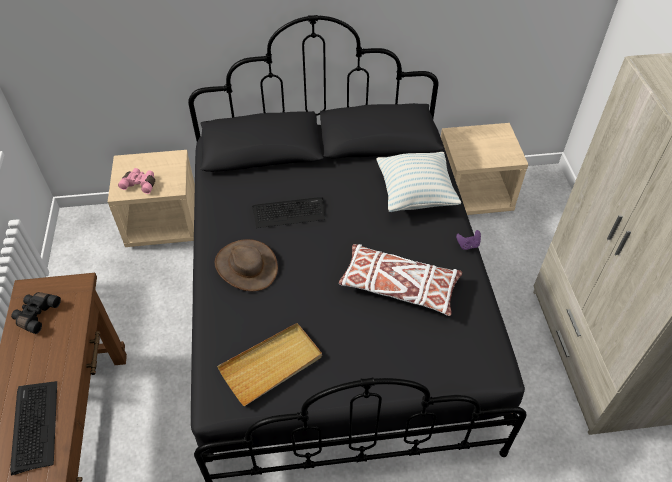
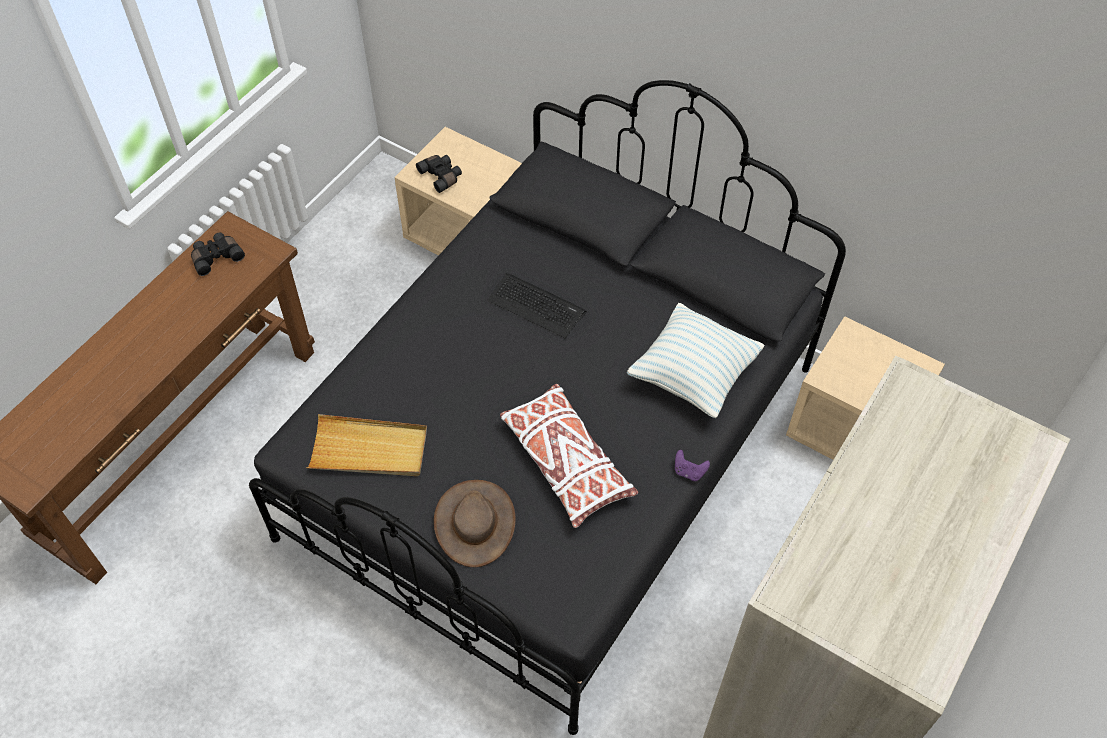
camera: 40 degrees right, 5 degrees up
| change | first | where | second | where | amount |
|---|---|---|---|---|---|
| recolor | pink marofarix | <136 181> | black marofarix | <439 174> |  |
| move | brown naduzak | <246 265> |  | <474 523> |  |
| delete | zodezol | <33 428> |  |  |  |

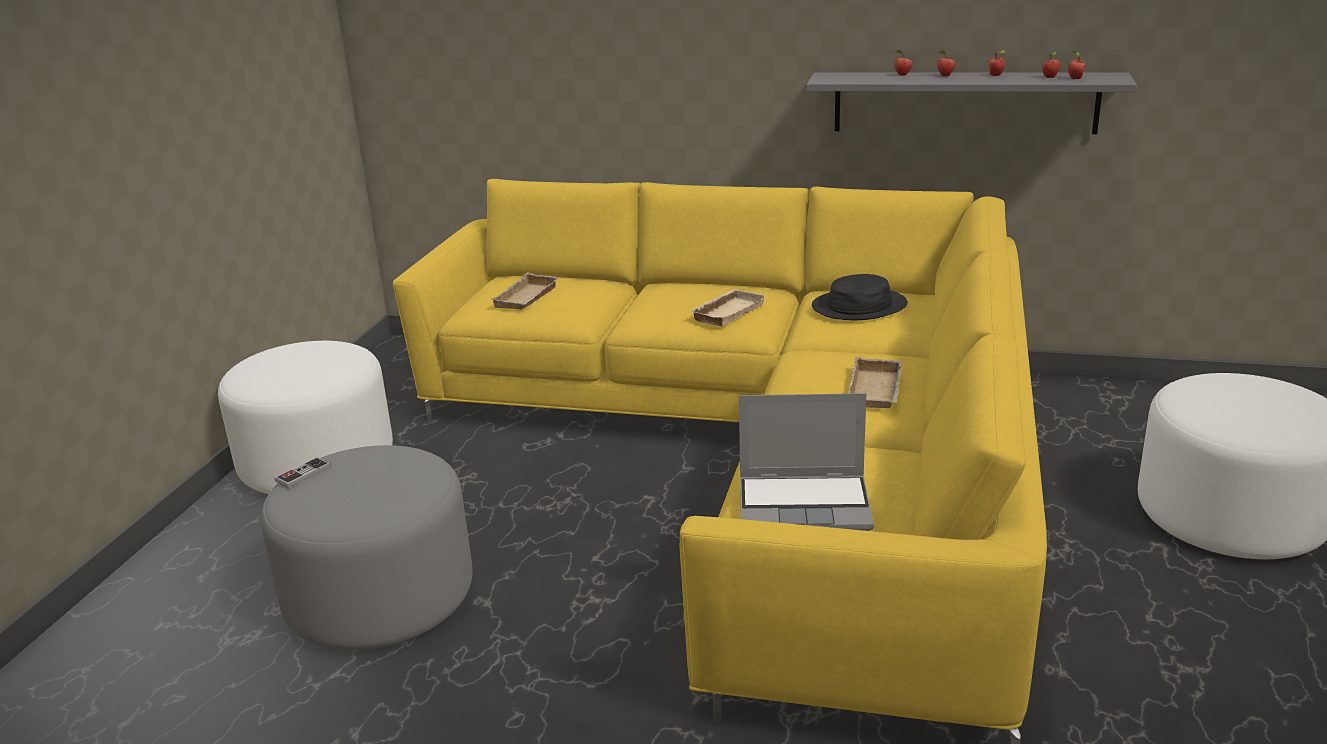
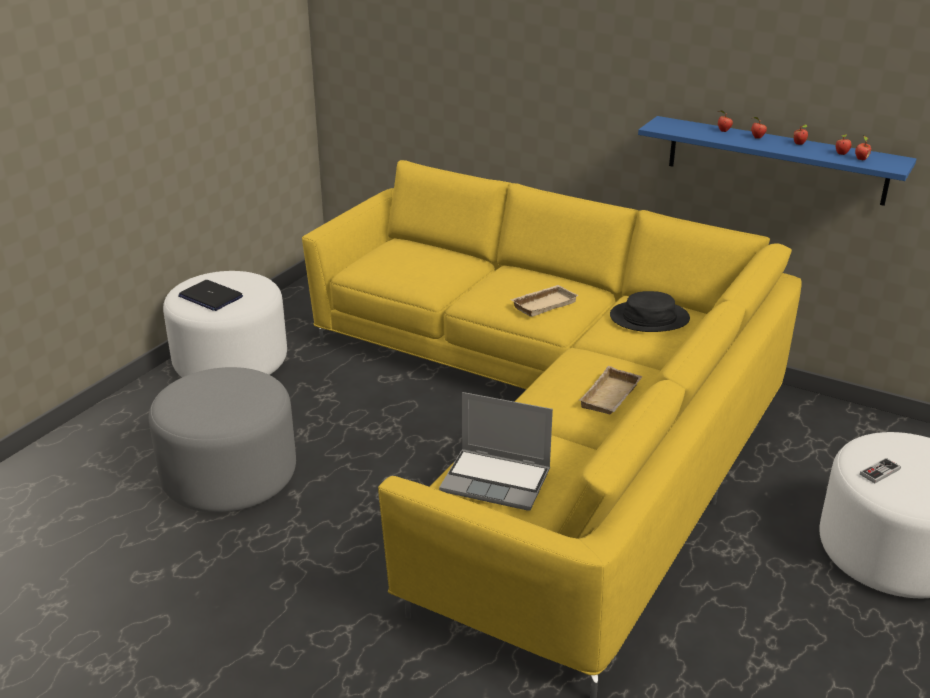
camera: 15 degrees right, 5 degrees up
| change | first | where | second | where | amount |
|---|---|---|---|---|---|
| insert |  |  | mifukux | <210 295> |  |
| recolor | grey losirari | <971 103> | blue losirari | <777 161> |  |
| move | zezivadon | <303 472> |  | <880 470> |  |
| delete | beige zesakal | <524 291> |  |  |  |

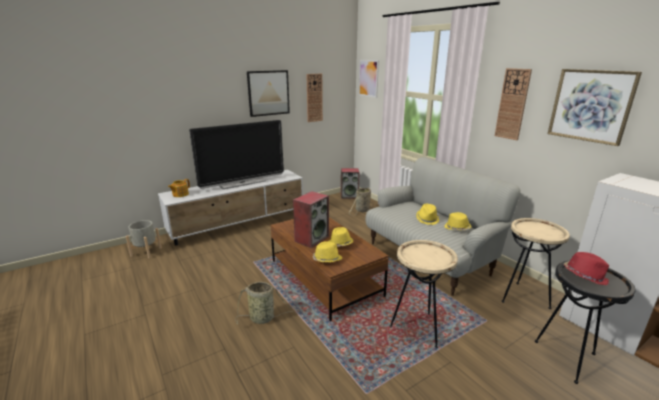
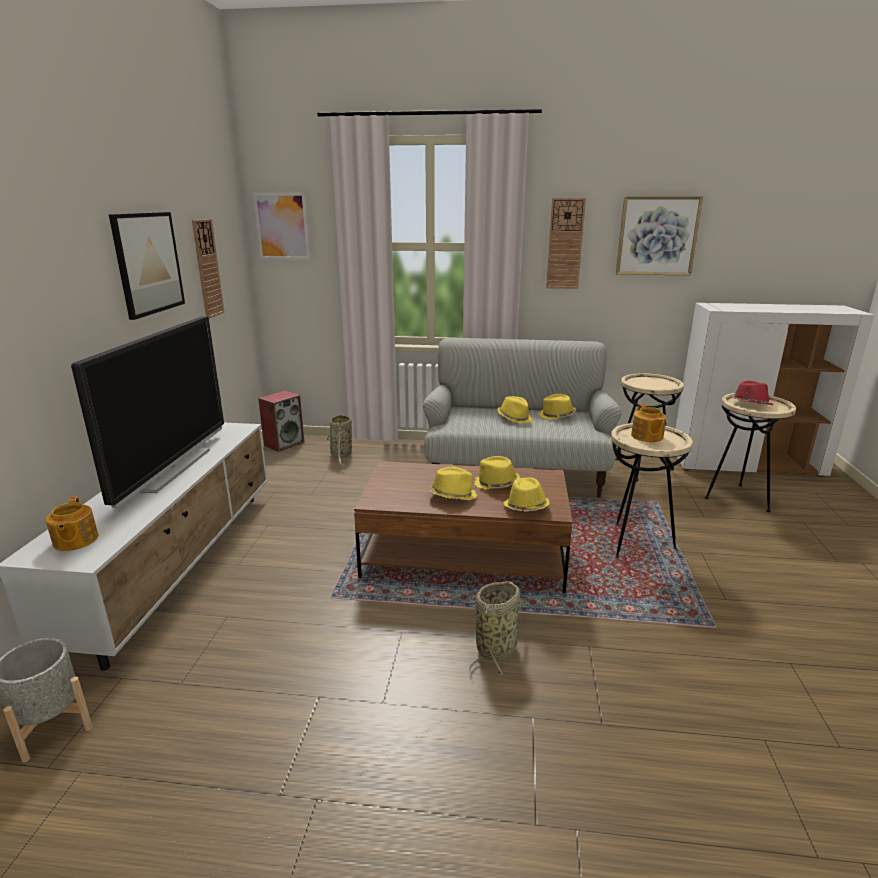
camera: 50 degrees left, 0 degrees up
| change | first | where | second | where | amount |
|---|---|---|---|---|---|
| replace | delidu | <311 219> | yellow naduzak | <452 483> |  |
| insert |  |  | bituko | <648 423> |  |
| recolor | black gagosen | <585 322> | beige gagosen | <750 452> |  |

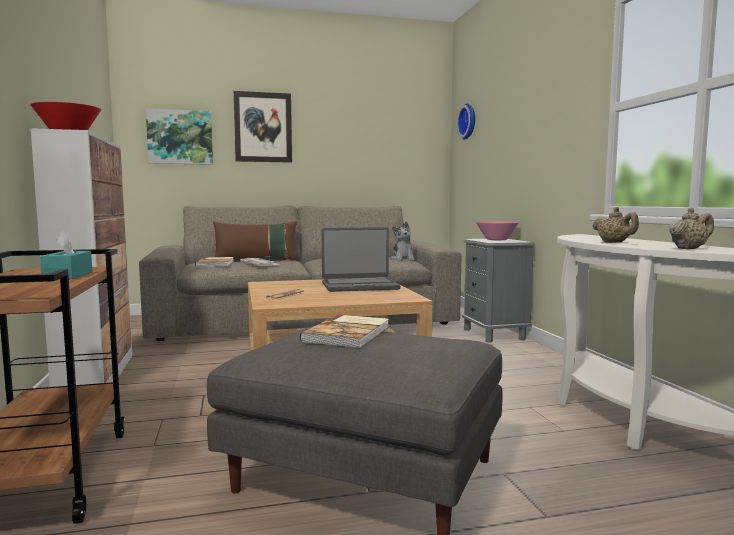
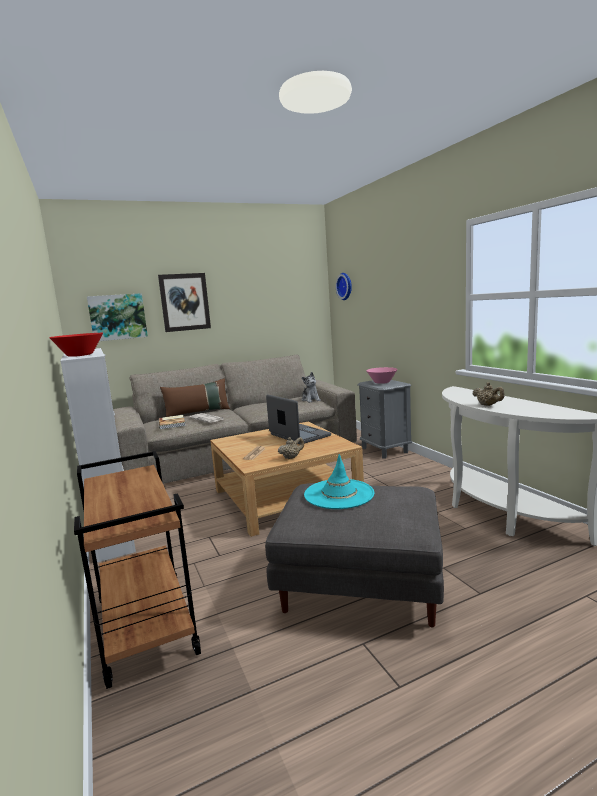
camera: 10 degrees left, 5 degrees up
| change | first | where | second | where | amount |
|---|---|---|---|---|---|
| rotate | mifukux | <361 259> |  | <298 419> | 105 degrees counterclockwise |
| move | beige bituko | <691 228> |  | <291 448> |  |
| replace | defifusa | <344 331> | turquoise naduzak | <339 481> |  |
| delete | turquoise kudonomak | <66 255> |  |  |  |

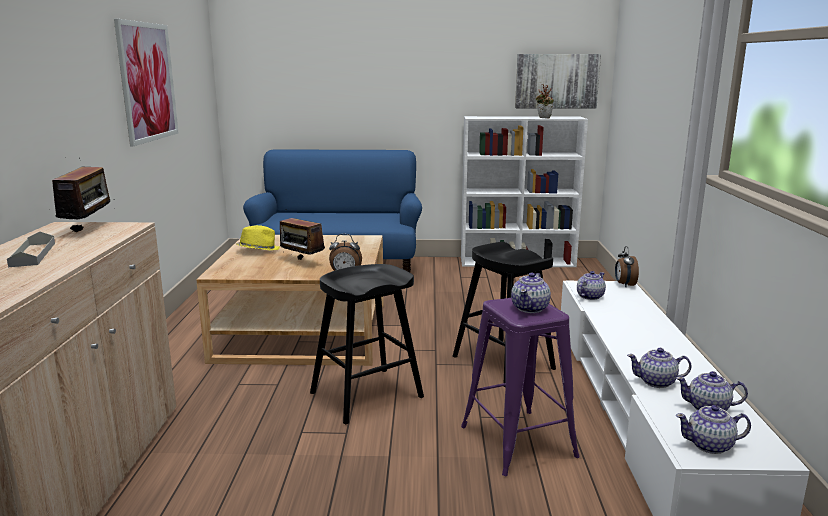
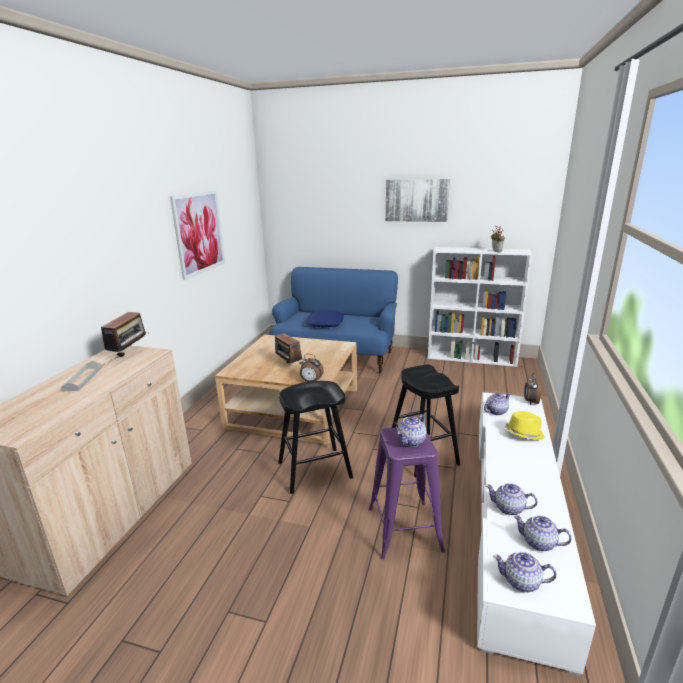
camera: 15 degrees right, 5 degrees up
| change | first | where | second | where | amount |
|---|---|---|---|---|---|
| insert |  |  | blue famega | <325 318> |  |
| move | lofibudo | <558 81> |  | <417 200> |  |
| move | yellow naduzak | <258 238> |  | <525 425> |  |

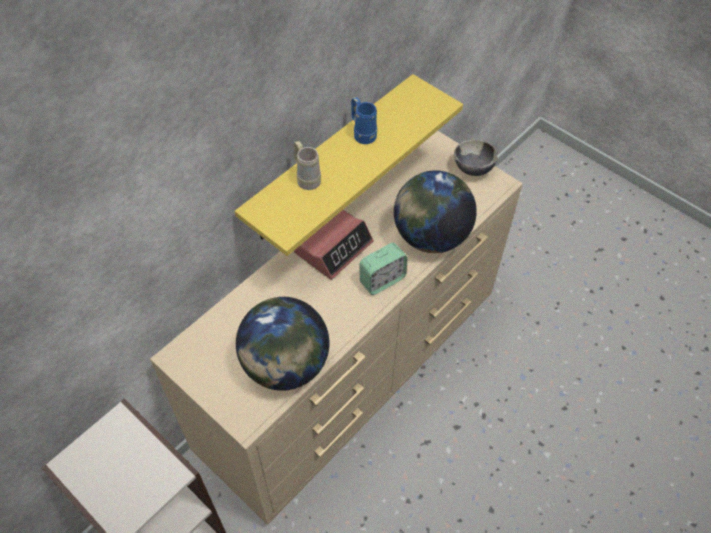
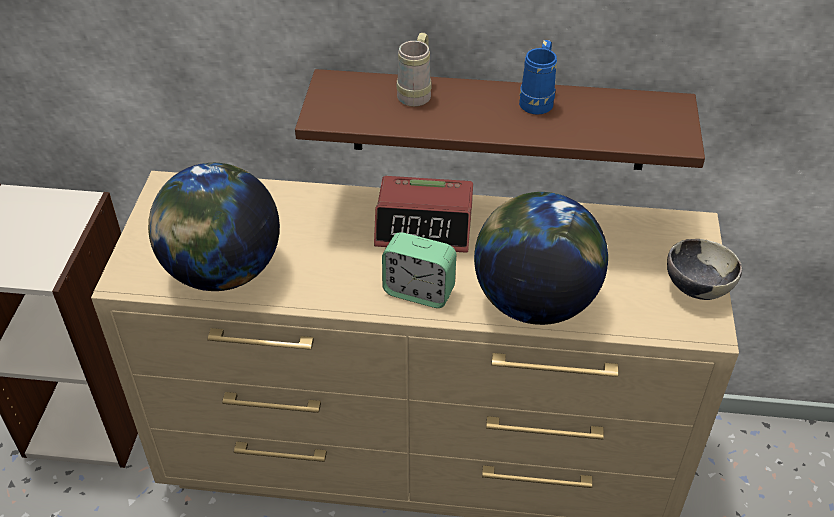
camera: 55 degrees right, 10 degrees down
| change | first | where | second | where | amount |
|---|---|---|---|---|---|
| recolor | yellow losirari | <349 165> | brown losirari | <500 119> |  |

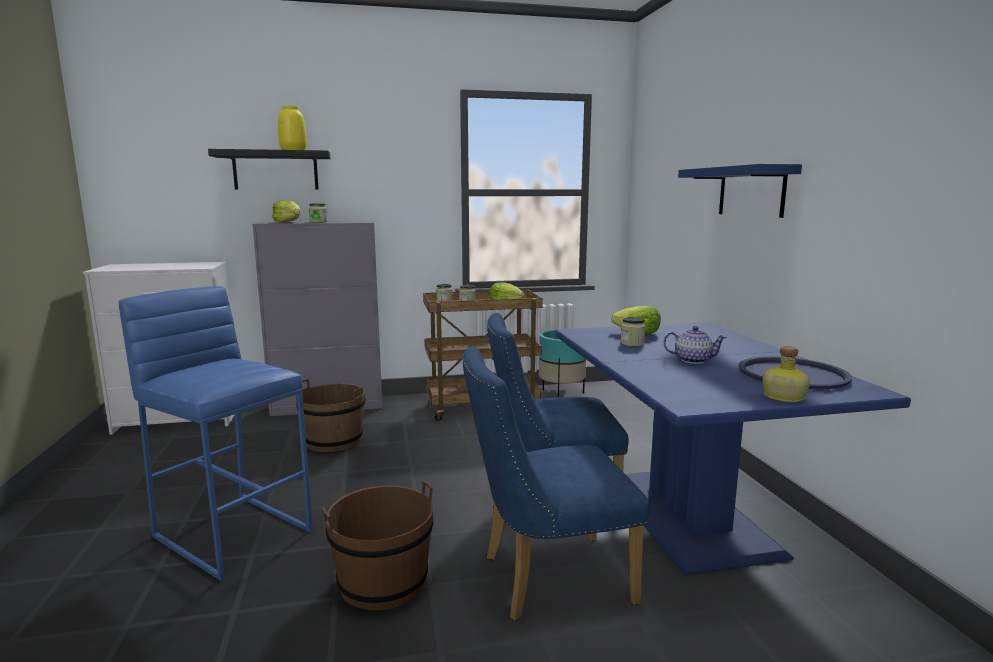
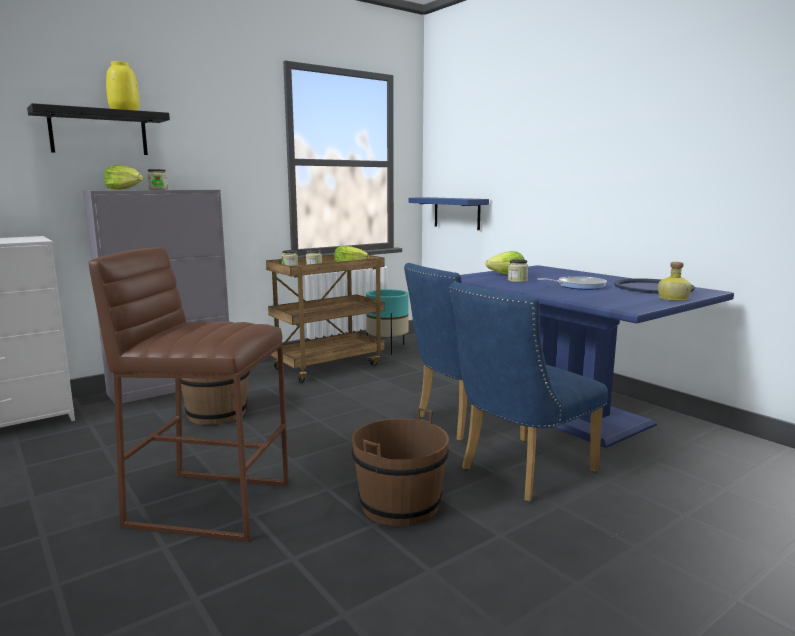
camera: 25 degrees left, 0 degrees up
| change | first | where | second | where | amount |
|---|---|---|---|---|---|
| recolor | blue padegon | <216 433> | brown padegon | <189 394> |  |
| move | blue losirari | <740 191> |  | <449 213> |  |
| replace | bituko | <695 345> | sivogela | <572 283> |  |

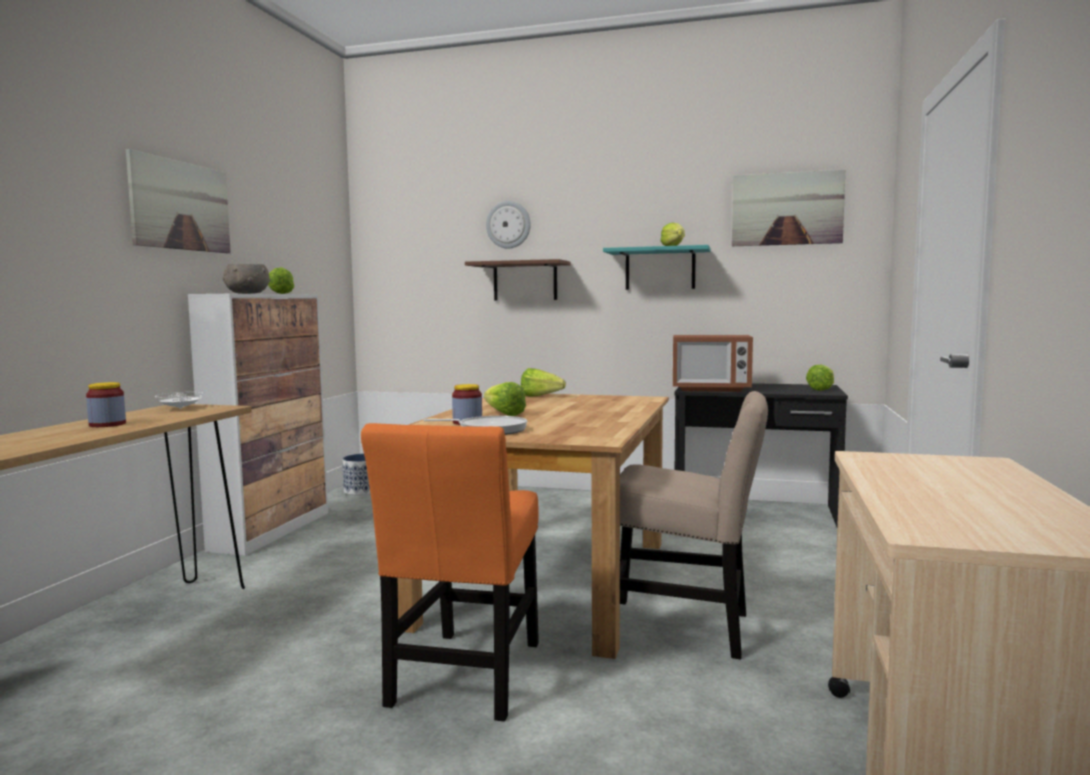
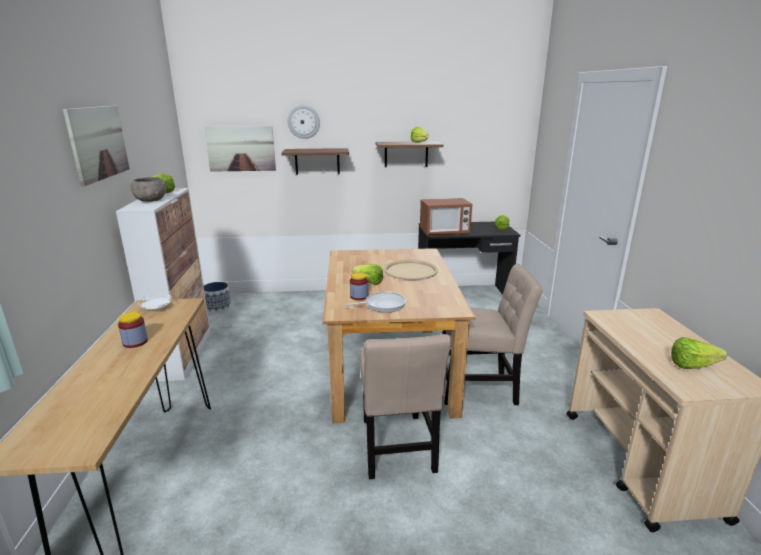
camera: 20 degrees left, 15 degrees up
| change | first | where | second | where | amount |
|---|---|---|---|---|---|
| move | lofibudo | <788 207> |  | <240 149> |  |
| recolor | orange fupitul | <450 572> | beige fupitul | <405 406> |  |
| recolor | turquoise losirari | <657 267> | brown losirari | <410 154> |  |
| insert |  |  | beige zesakal | <411 270> |  |
| move | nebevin | <543 382> |  | <699 353> |  |

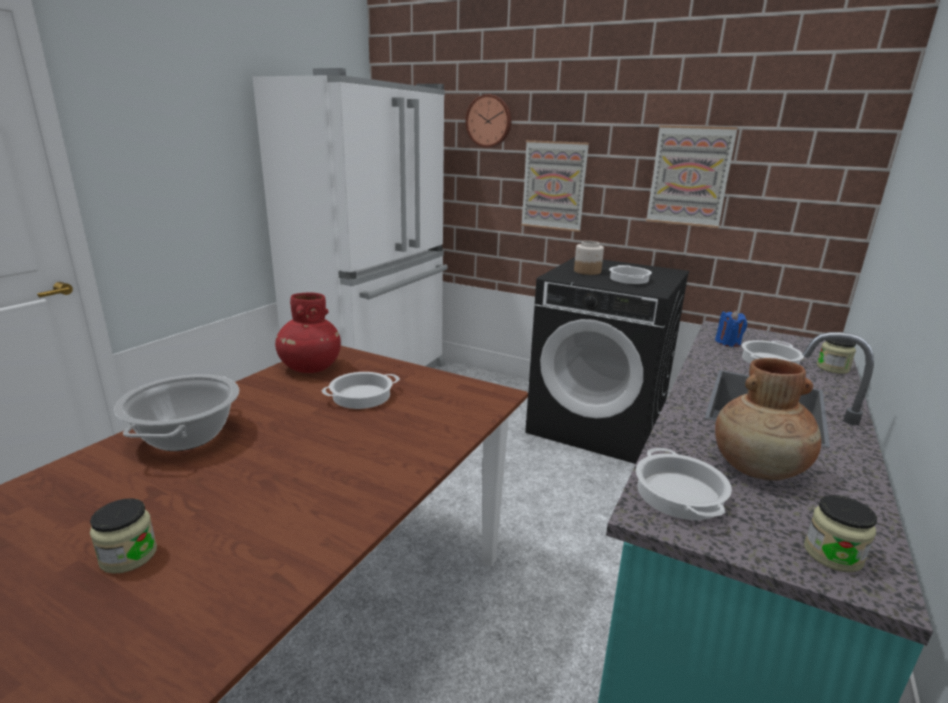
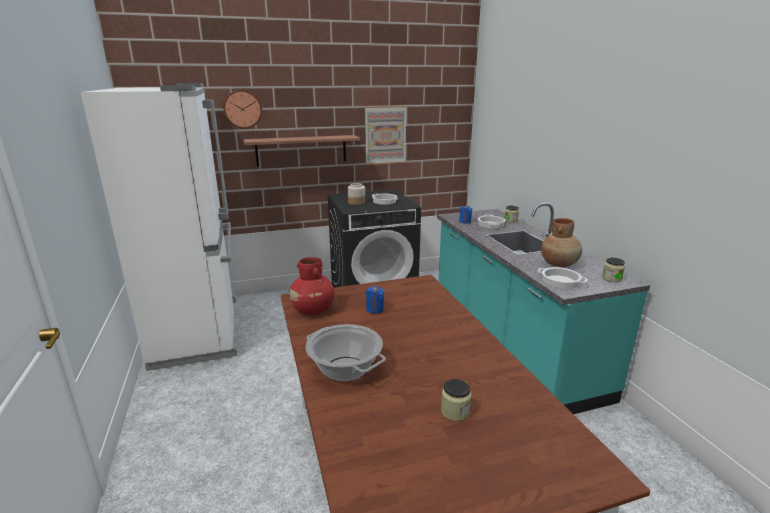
camera: 45 degrees left, 0 degrees up
| change | first | where | second | where | amount |
|---|---|---|---|---|---|
| replace | lofibudo | <555 186> | losirari | <301 150> |  |
| replace | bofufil | <361 390> | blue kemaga | <375 300> |  |

